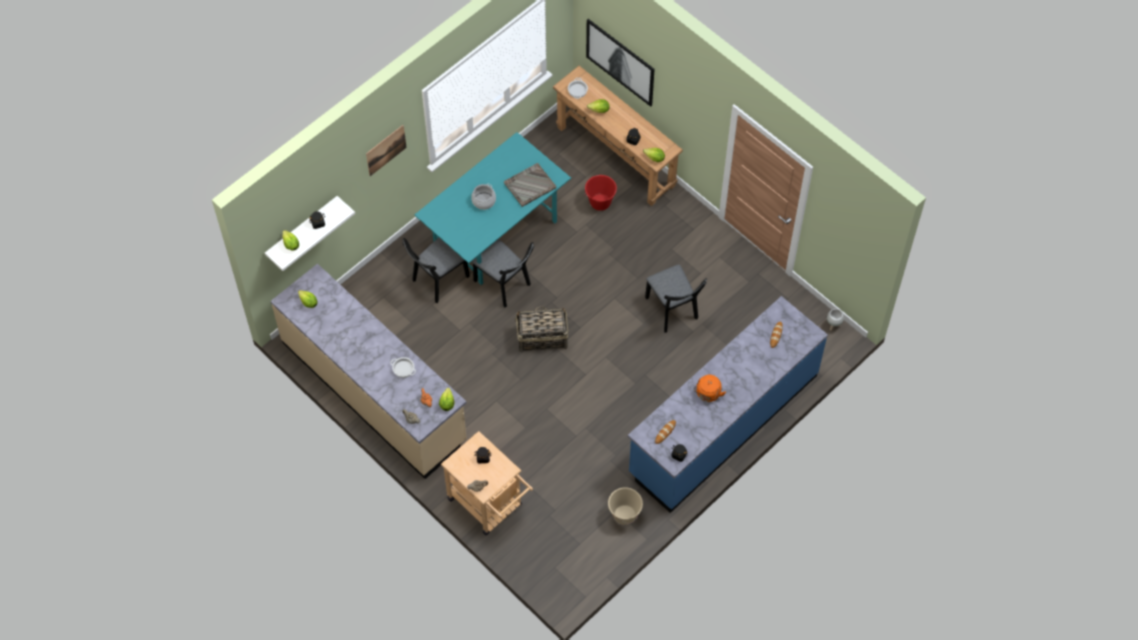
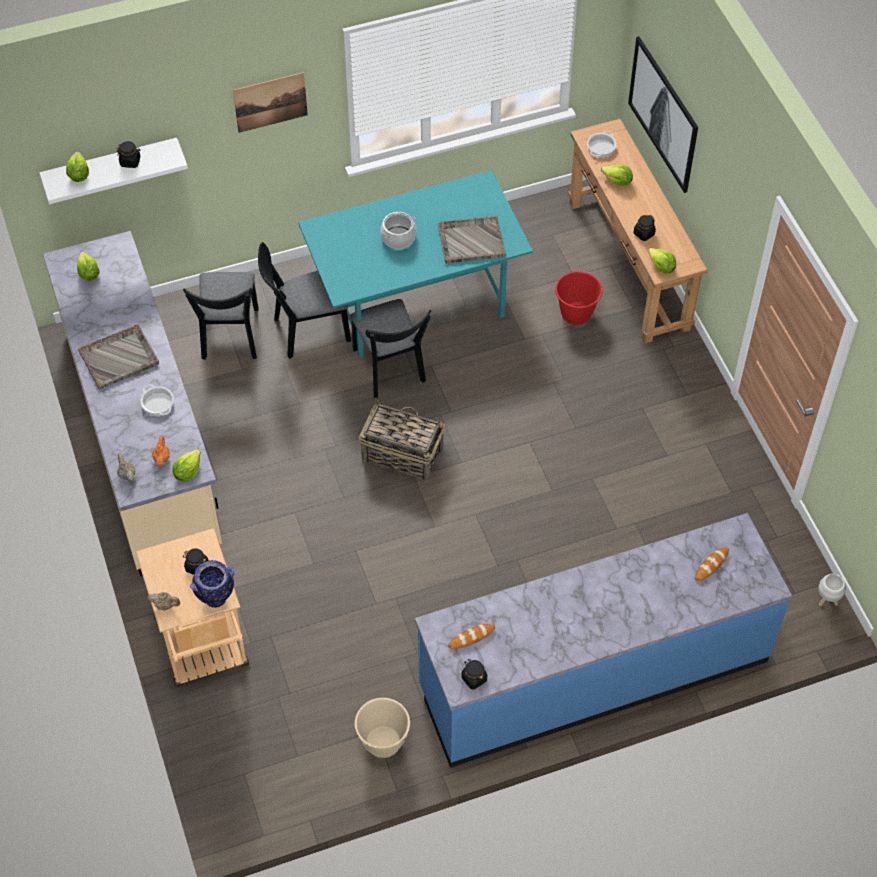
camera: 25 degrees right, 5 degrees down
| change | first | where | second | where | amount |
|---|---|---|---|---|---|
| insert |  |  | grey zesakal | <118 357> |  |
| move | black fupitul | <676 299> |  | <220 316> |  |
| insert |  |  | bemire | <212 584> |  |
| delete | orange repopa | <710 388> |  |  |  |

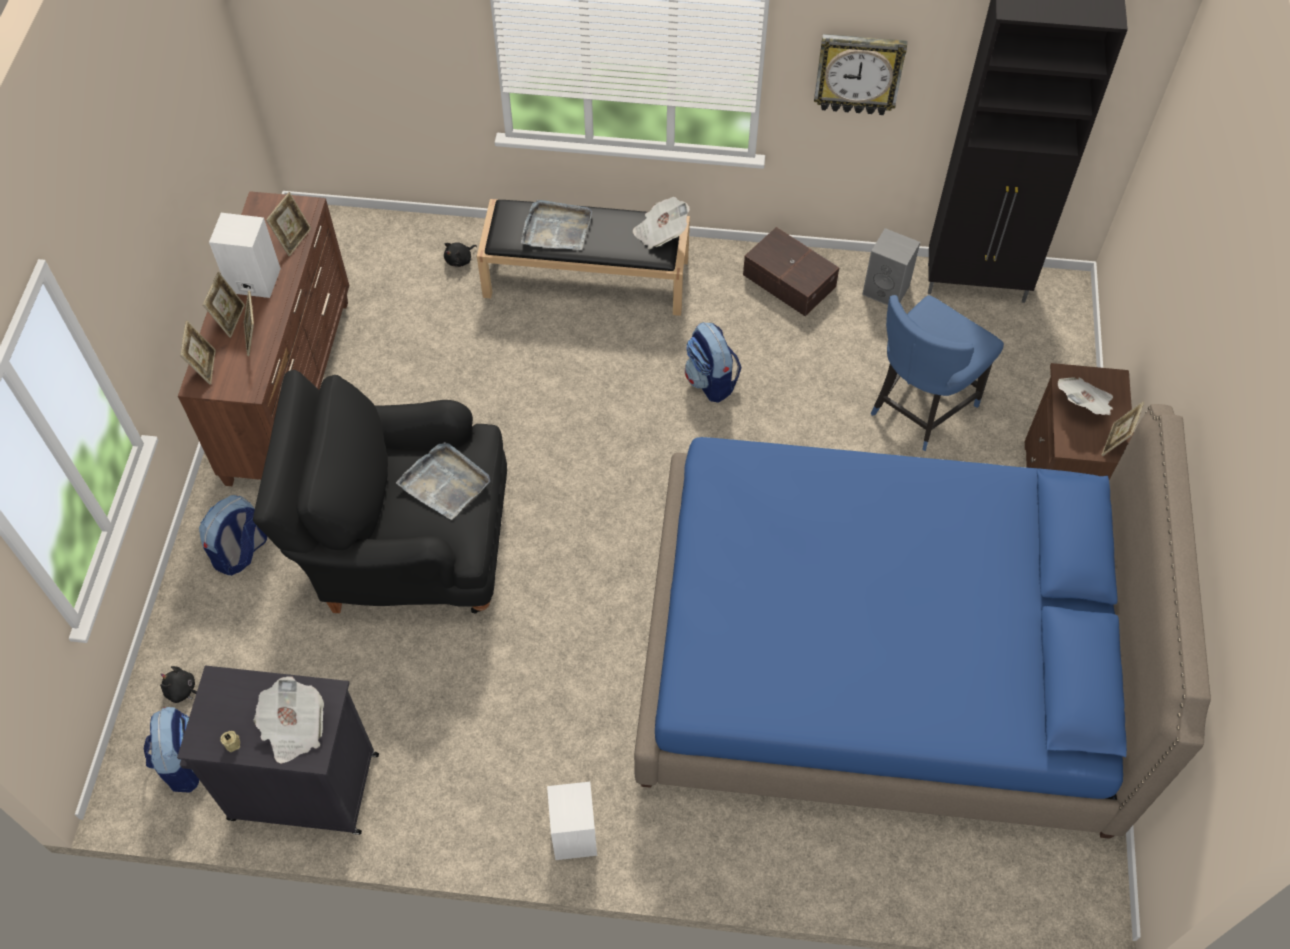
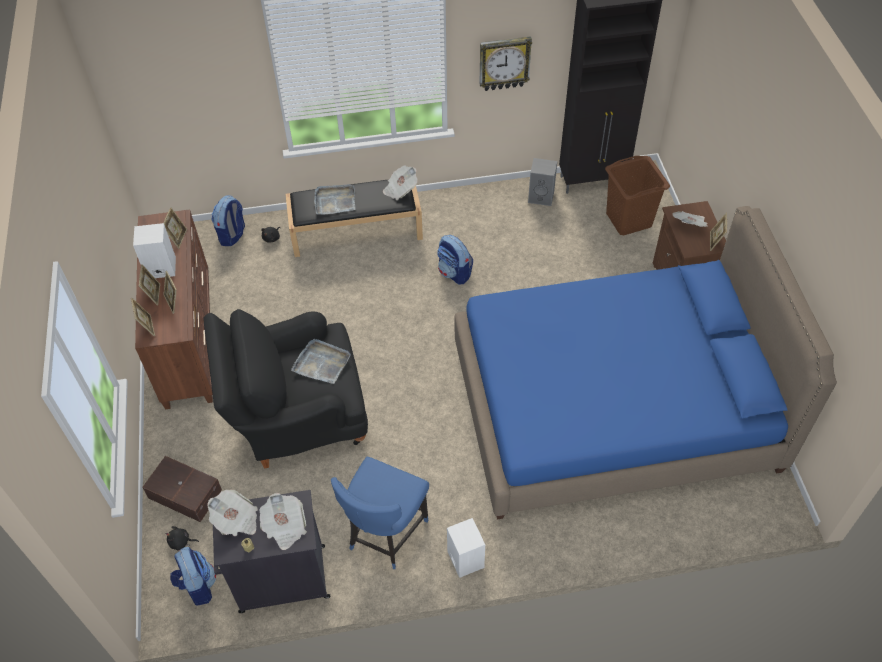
camera: 15 degrees left, 5 degrees down
| change | first | where | second | where | amount |
|---|---|---|---|---|---|
| move | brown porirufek | <791 271> |  | <182 489> |  |
| insert |  |  | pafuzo | <232 513> |  |
| move | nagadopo | <233 535> |  | <228 220> |  |
| move | blue fupitul | <937 373> |  | <380 513> |  |
| insert |  |  | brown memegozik | <637 195> |  |

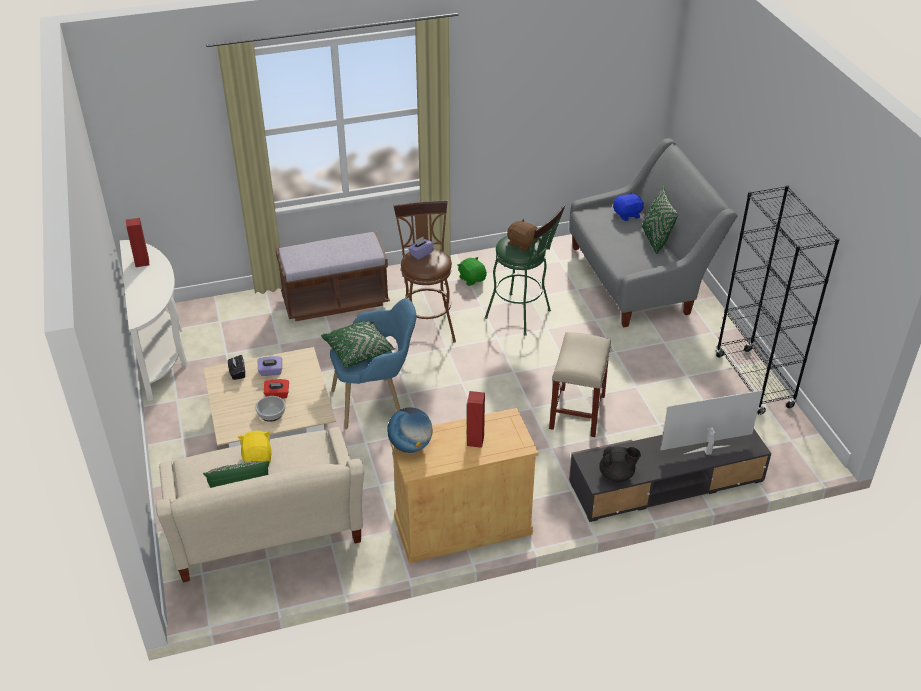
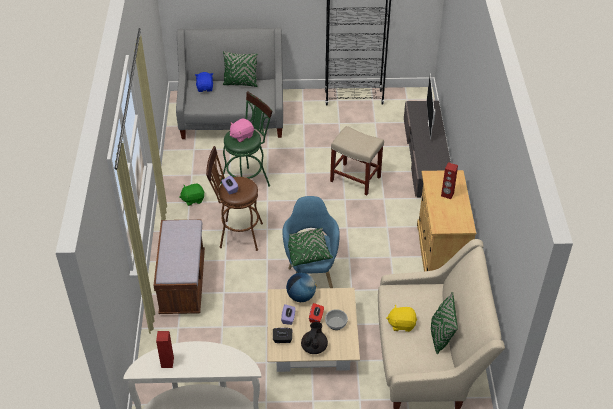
camera: 75 degrees left, 5 degrees up
| change | first | where | second | where | amount |
|---|---|---|---|---|---|
| recolor | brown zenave | <522 235> | pink zenave | <242 130> |  |
| move | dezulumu | <410 430> |  | <301 287> |  |
| move | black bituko | <620 464> |  | <314 338> |  |

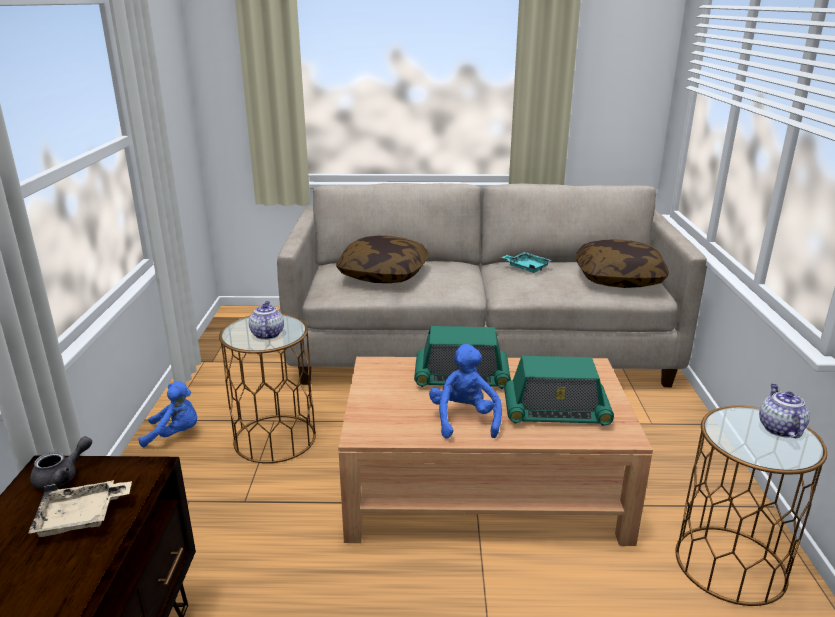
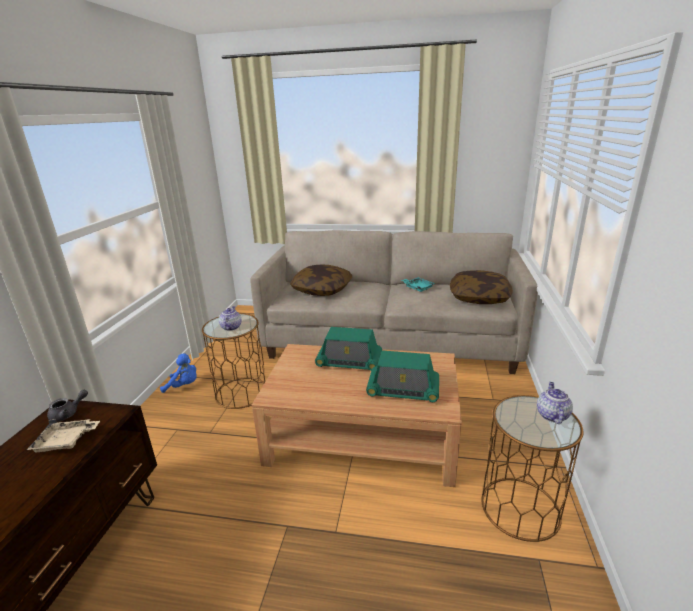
camera: 10 degrees right, 0 degrees up
| change | first | where | second | where | amount |
|---|---|---|---|---|---|
| delete | blue zenave | <465 391> |  |  |  |

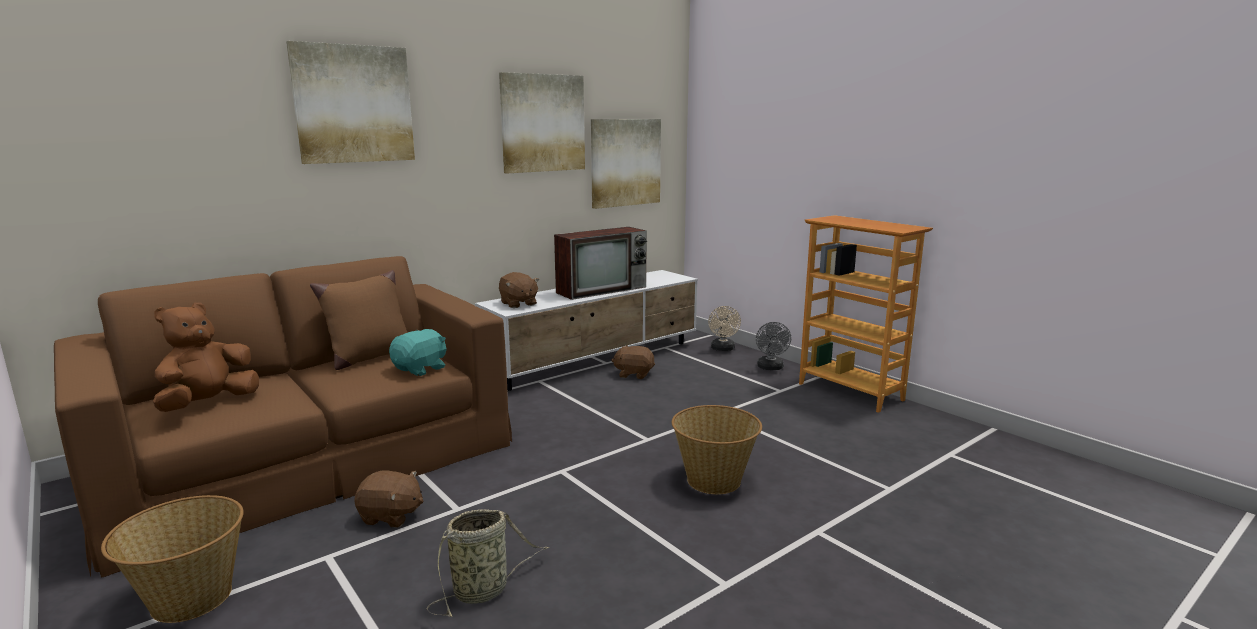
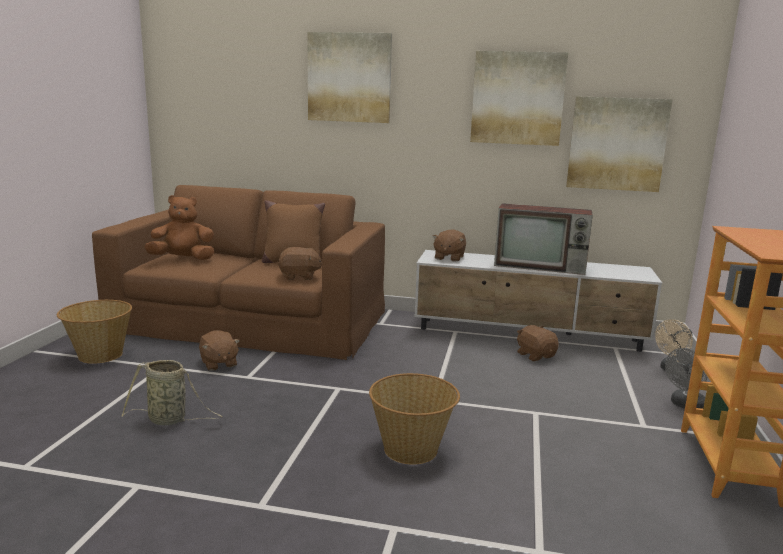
camera: 50 degrees right, 0 degrees up
| change | first | where | second | where | amount |
|---|---|---|---|---|---|
| recolor | turquoise zenave | <418 352> | brown zenave | <300 263> |  |

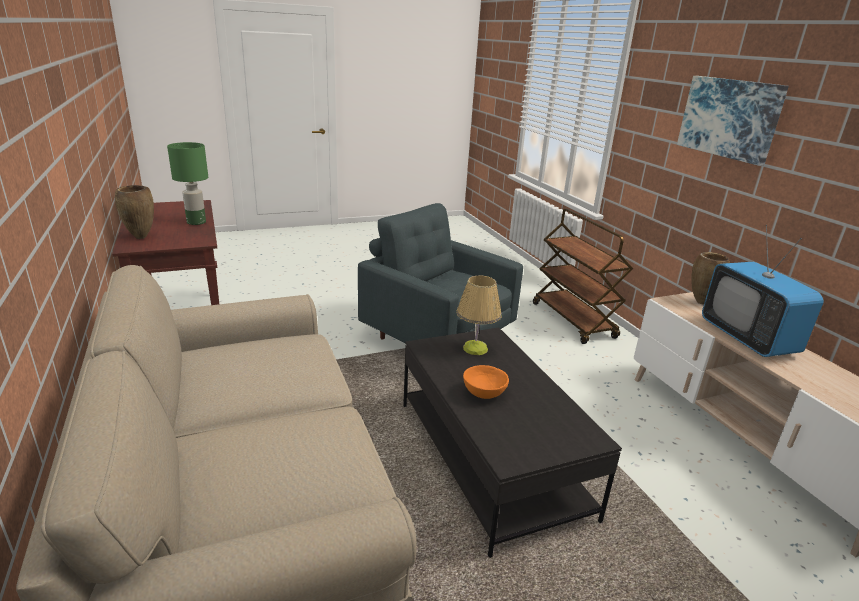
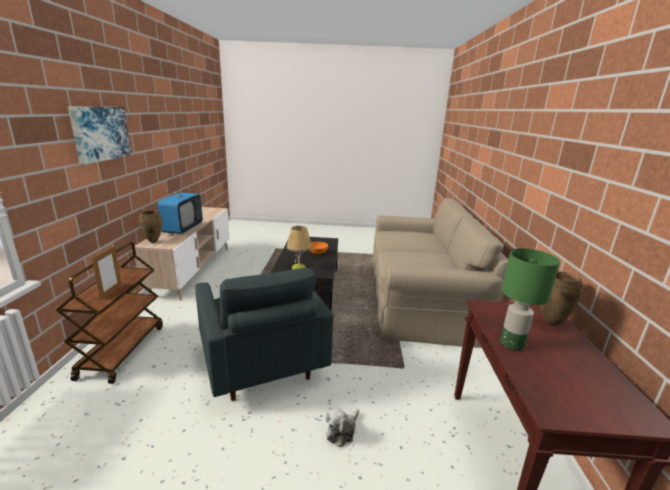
camera: 155 degrees left, 5 degrees down
| change | first | where | second | where | amount |
|---|---|---|---|---|---|
| insert |  |  | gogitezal | <107 273> |  |
| insert |  |  | zenave | <342 428> |  |

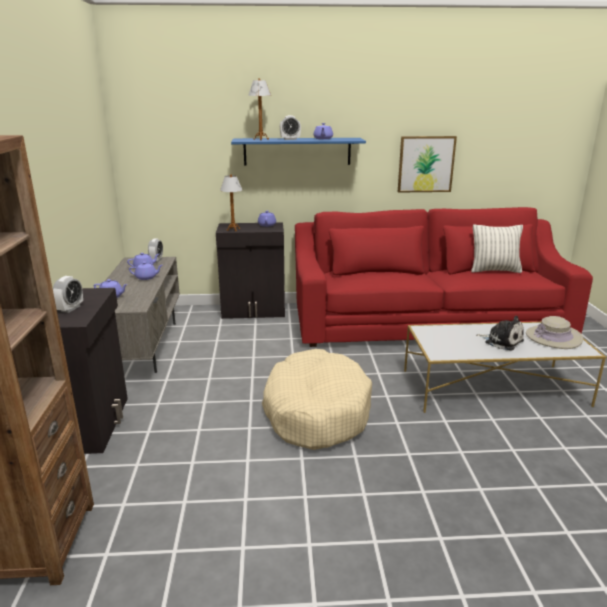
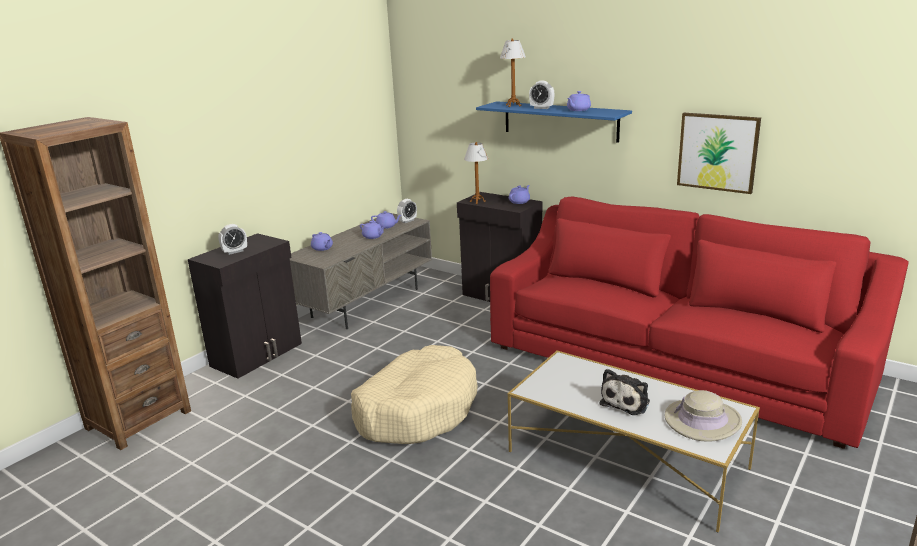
camera: 40 degrees right, 0 degrees up
| change | first | where | second | where | amount |
|---|---|---|---|---|---|
| rotate | zenave | <500 333> |  | <625 392> | 45 degrees clockwise |
| delete | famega | <497 248> |  |  |  |

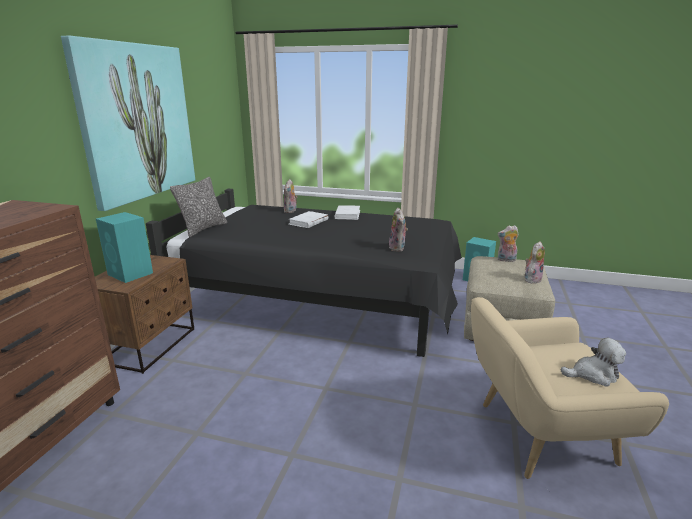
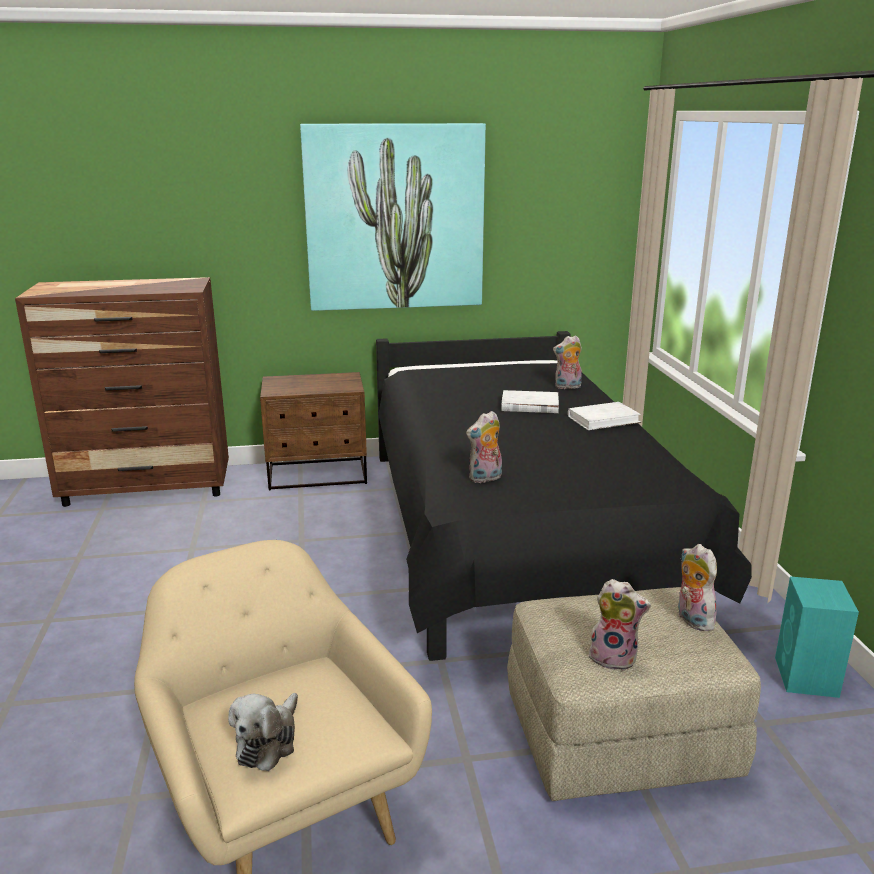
camera: 65 degrees right, 0 degrees up
| change | first | where | second | where | amount |
|---|---|---|---|---|---|
| rotate | zenave | <593 362> |  | <263 732> | 45 degrees clockwise |
| delete | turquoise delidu | <124 247> |  |  |  |
| delete | famega | <198 207> |  |  |  |

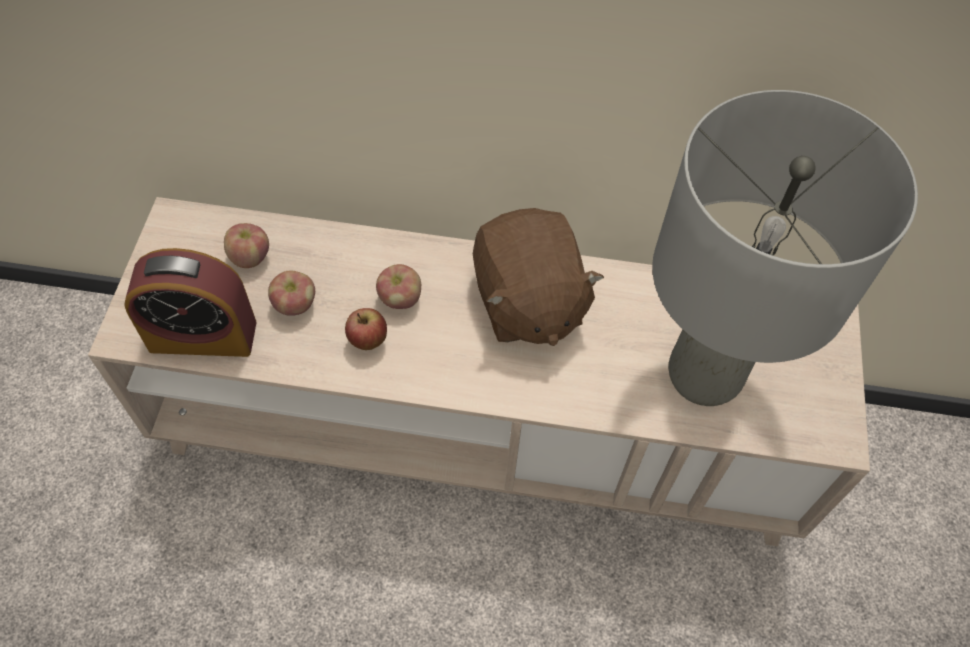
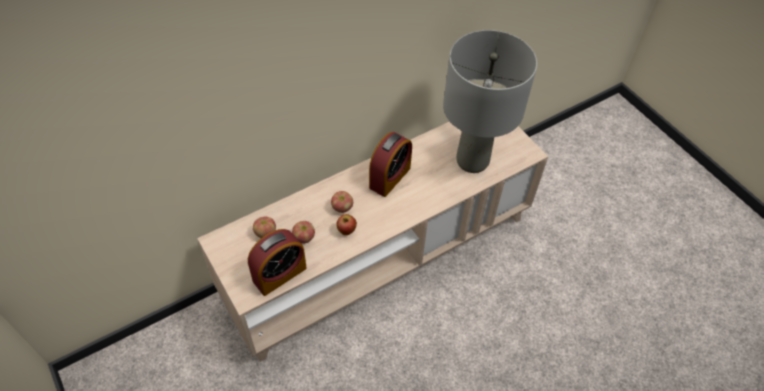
camera: 40 degrees left, 5 degrees down
| change | first | where | second | where | amount |
|---|---|---|---|---|---|
| replace | brown zenave | <538 277> | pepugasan | <390 164> |  |

